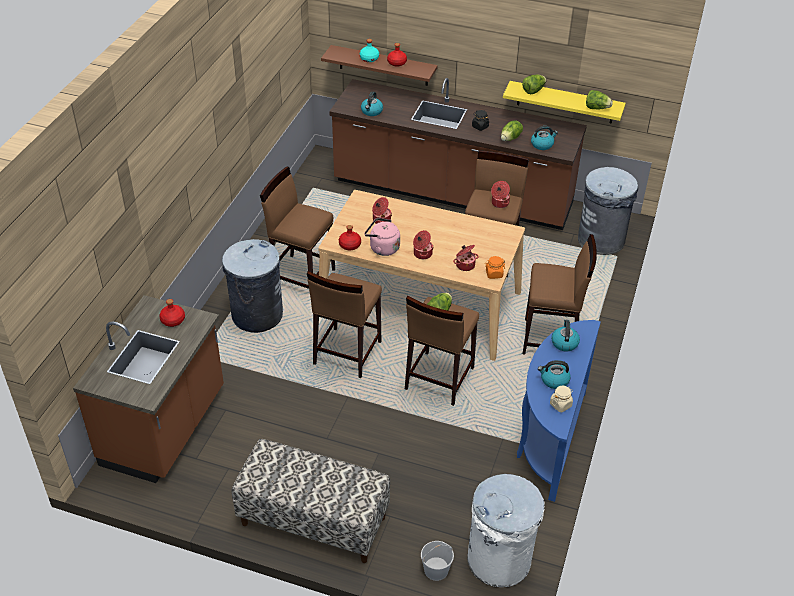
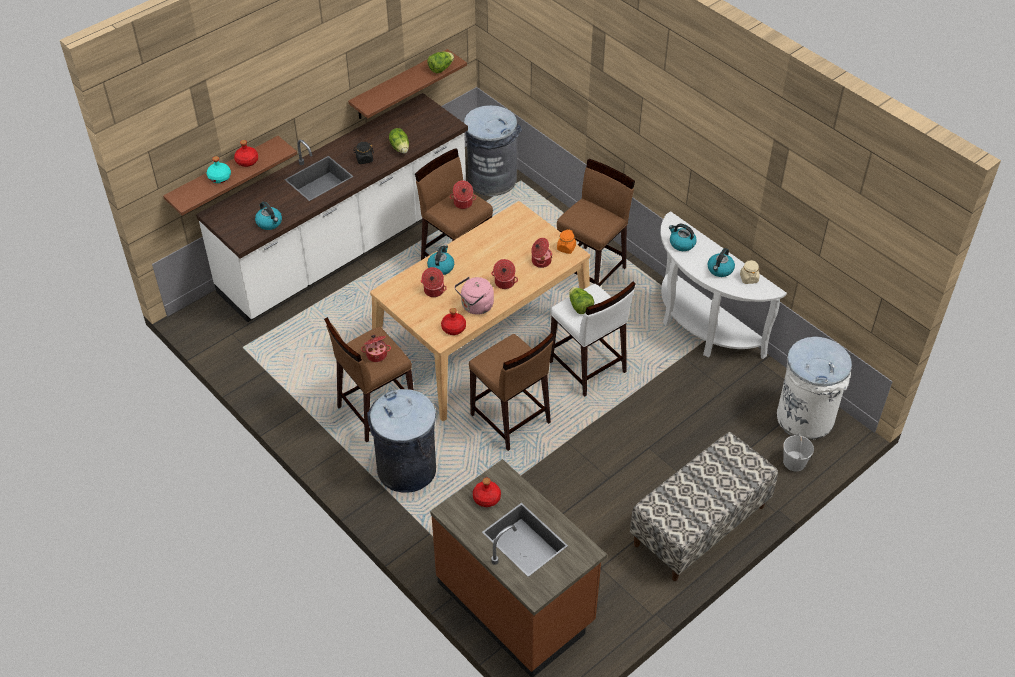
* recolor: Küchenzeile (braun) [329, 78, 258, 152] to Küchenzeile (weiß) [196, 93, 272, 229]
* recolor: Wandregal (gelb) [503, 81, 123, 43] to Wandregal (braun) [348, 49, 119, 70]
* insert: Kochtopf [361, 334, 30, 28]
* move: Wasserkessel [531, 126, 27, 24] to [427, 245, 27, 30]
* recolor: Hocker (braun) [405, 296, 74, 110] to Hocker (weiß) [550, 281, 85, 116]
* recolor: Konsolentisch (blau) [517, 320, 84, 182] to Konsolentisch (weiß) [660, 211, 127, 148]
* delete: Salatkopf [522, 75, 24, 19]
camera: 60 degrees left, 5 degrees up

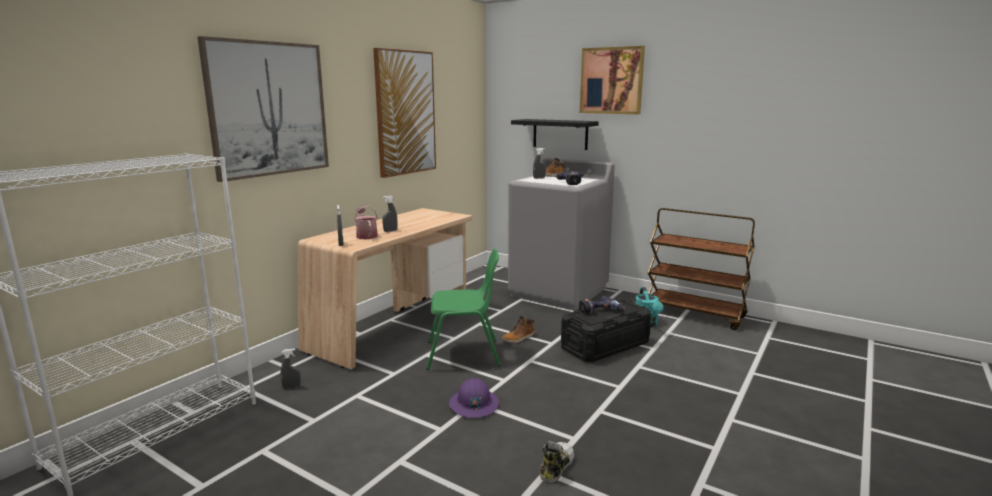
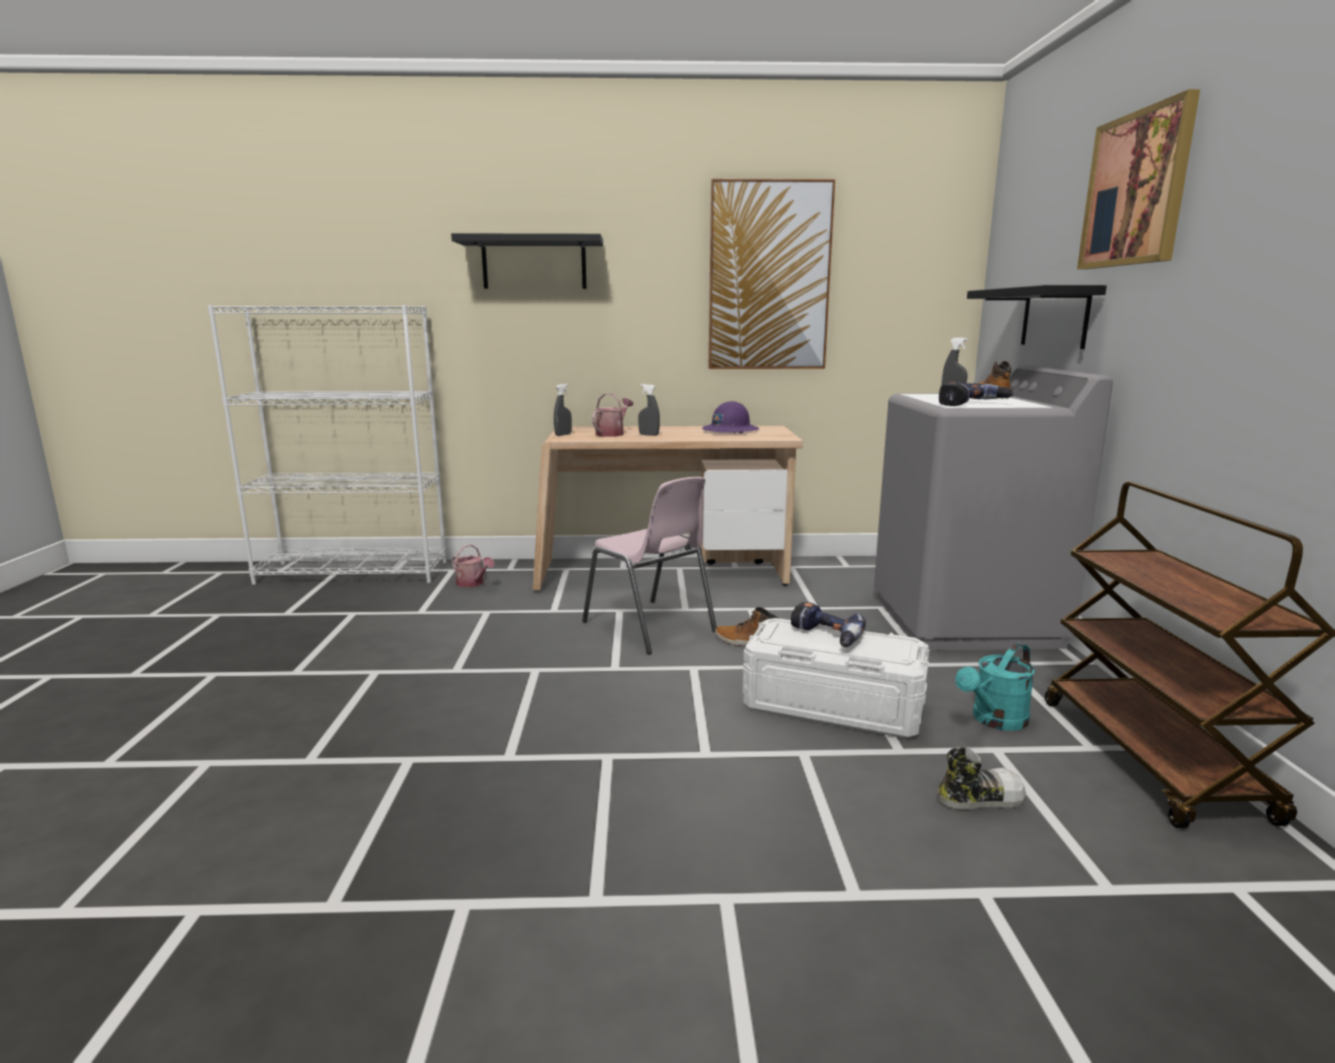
* replace: Bild [197, 36, 132, 146] to Wandregal (schwarz) [451, 233, 152, 56]
* replace: Sprühflasche (grau) [280, 349, 21, 40] to Gießkanne [452, 544, 42, 43]
* recolor: Stuhl (grün) [426, 249, 75, 121] to Stuhl (rosa) [582, 477, 135, 177]
* move: Schutzhelm (lila) [449, 378, 50, 40] to [702, 401, 57, 32]
* recolor: Aufbewahrungsbox (schwarz) [561, 299, 90, 63] to Aufbewahrungsbox (weiß) [743, 618, 186, 120]
* move: Schuh [539, 441, 35, 42] to [938, 747, 88, 63]
camera: 55 degrees right, 0 degrees up

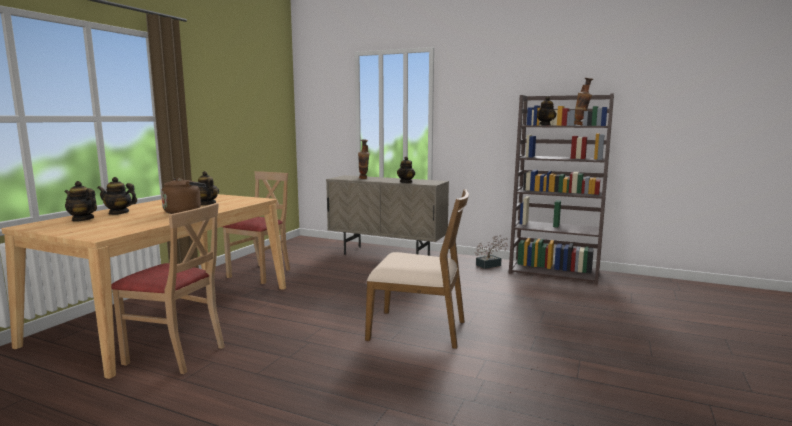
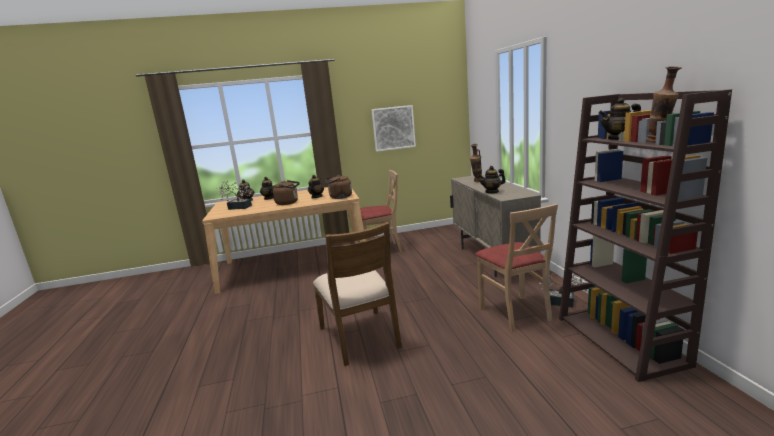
* insert: Topfpflanze [217, 181, 37, 29]
* insert: Wasserkessel (braun) [325, 175, 27, 24]
* insert: Bild [371, 105, 45, 47]
* move: Stuhl (beige) [111, 203, 114, 171] to [475, 204, 83, 128]
camera: 55 degrees right, 5 degrees up

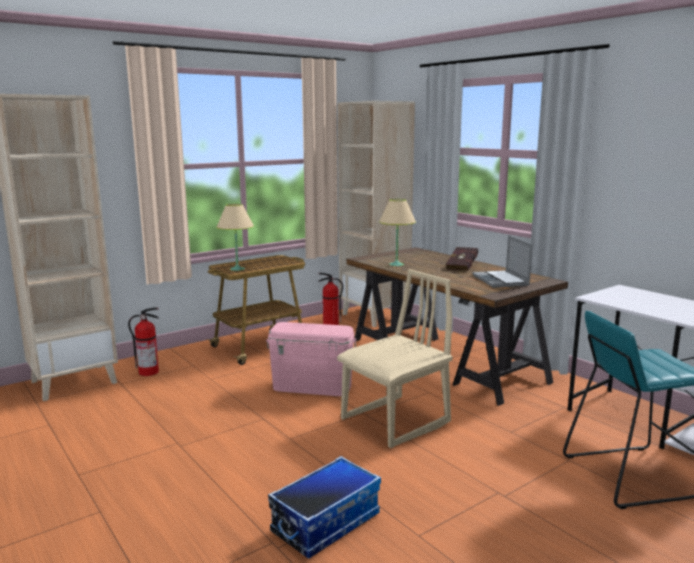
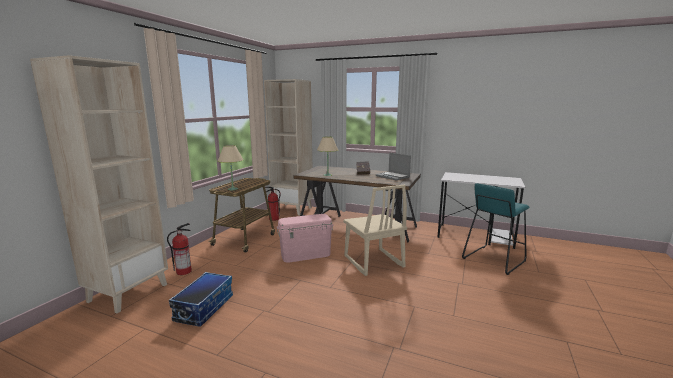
* move: Aufbewahrungsbox [268, 456, 113, 103] to [169, 272, 64, 55]
* rotate: Stuhl (beige) [337, 269, 116, 179] = [343, 185, 64, 91] 135 degrees clockwise
camera: 30 degrees left, 0 degrees up

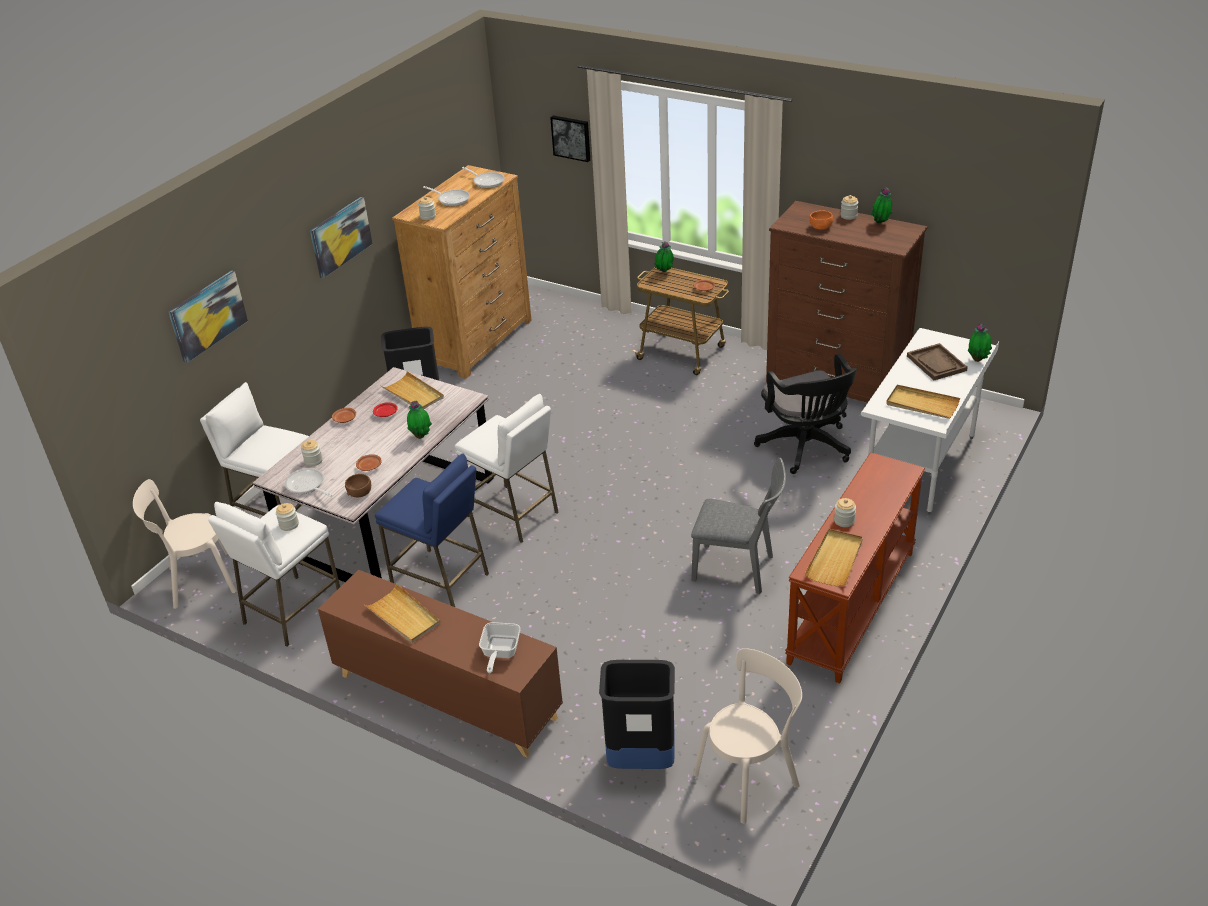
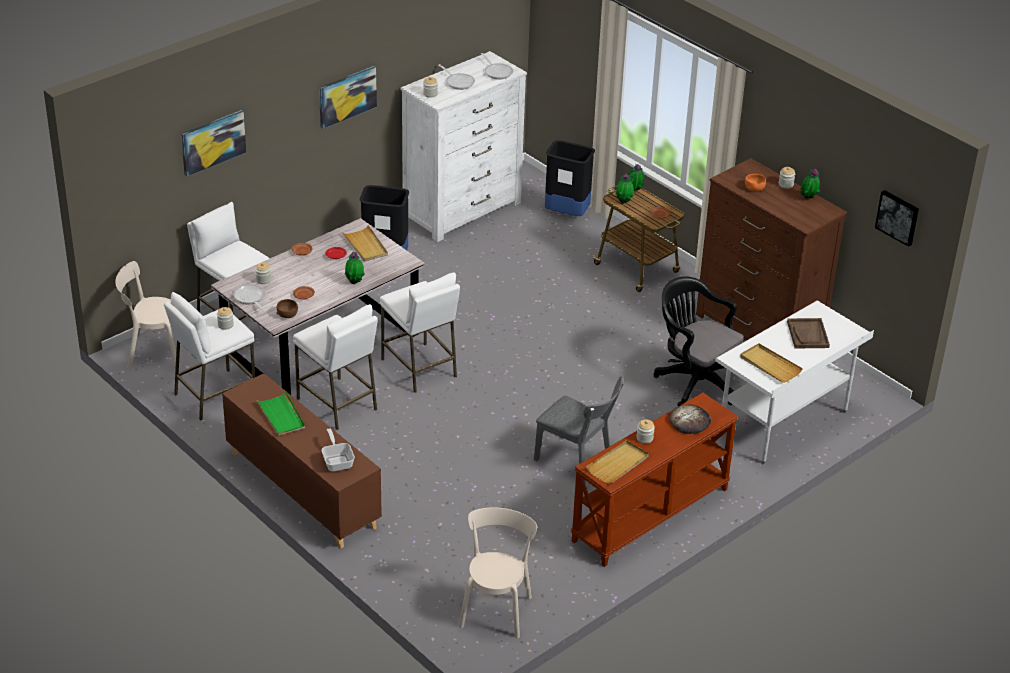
* recolor: Tablett (beige) [364, 583, 76, 60] to Tablett (grün) [255, 391, 50, 45]
* recolor: Hocker (blau) [375, 453, 114, 154] to Hocker (weiß) [293, 304, 85, 126]
* rotate: Pfanne [479, 622, 42, 51] = [321, 428, 34, 43] 135 degrees clockwise
* recolor: Kommode (braun) [392, 165, 140, 214] to Kommode (weiß) [401, 51, 126, 191]
* rotate: Stuhl (beige) [694, 648, 108, 176] = [459, 507, 78, 131] 60 degrees counterclockwise
* move: Mülleimer (schwarz) [599, 660, 76, 109] to [545, 140, 50, 76]
* move: Topfpflanze [968, 324, 24, 38] to [616, 173, 18, 31]
* rotate: Bürostuhl (schwarz) [754, 354, 103, 120] = [654, 276, 91, 130] 135 degrees clockwise
* insert: Brot [669, 405, 42, 29]
* move: Bild [550, 115, 40, 47] to [875, 190, 44, 57]
camera: 15 degrees right, 0 degrees up

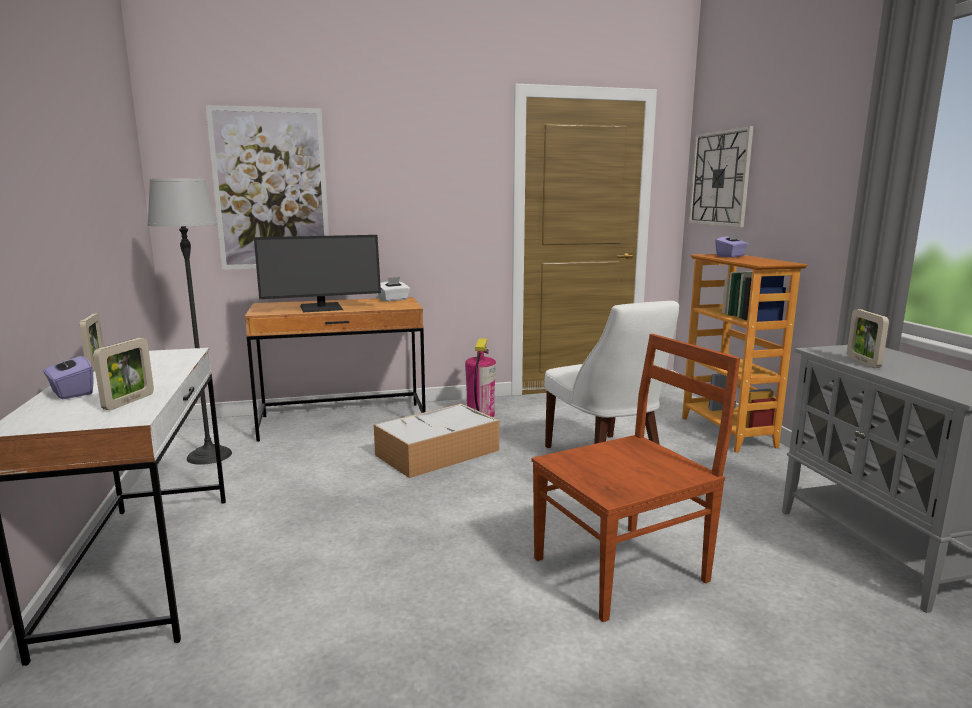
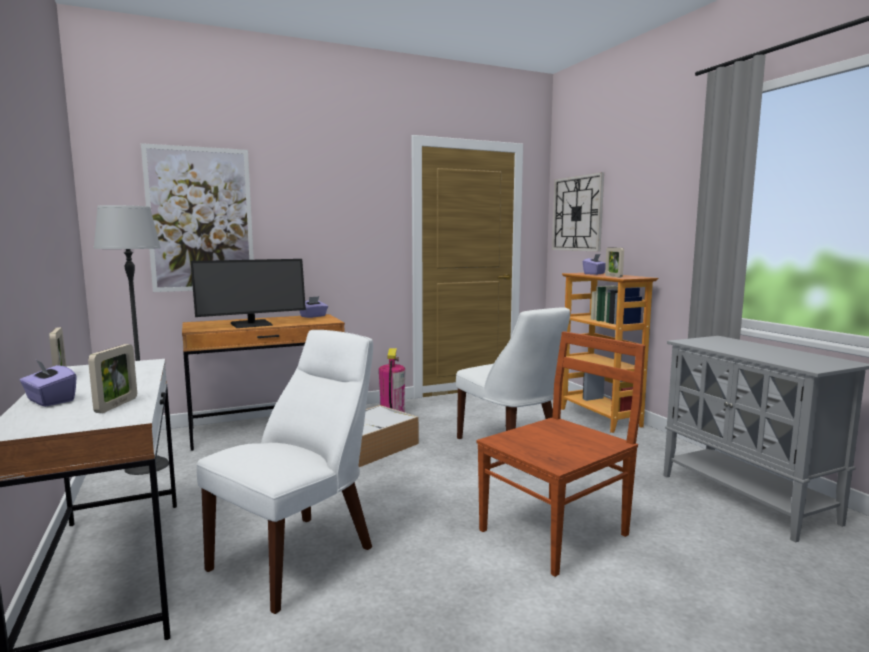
* insert: Stuhl (weiß) [197, 330, 176, 284]
* recolor: Taschentuchbox (weiß) [378, 277, 32, 24] to Taschentuchbox (lila) [299, 296, 29, 22]
* move: Bilderrahmen [847, 309, 42, 59] to [605, 247, 19, 30]
camera: 10 degrees left, 5 degrees down

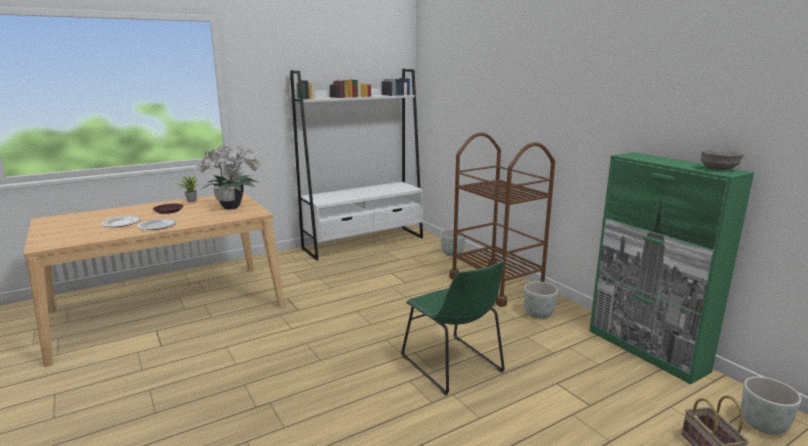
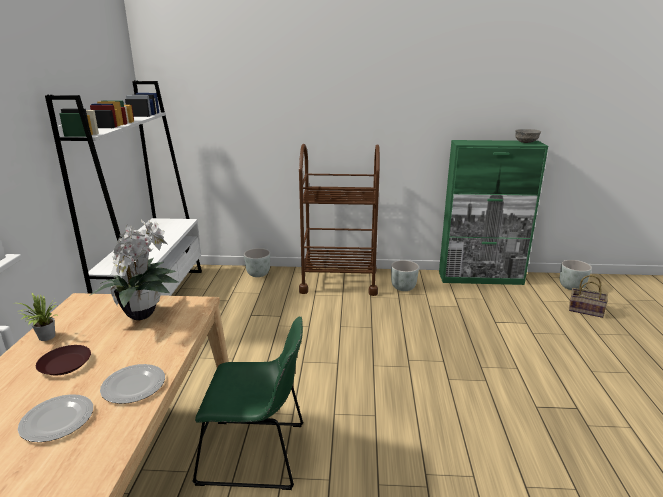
* move: Stuhl (grün) [401, 260, 104, 135] to [192, 316, 111, 174]
camera: 55 degrees left, 5 degrees up

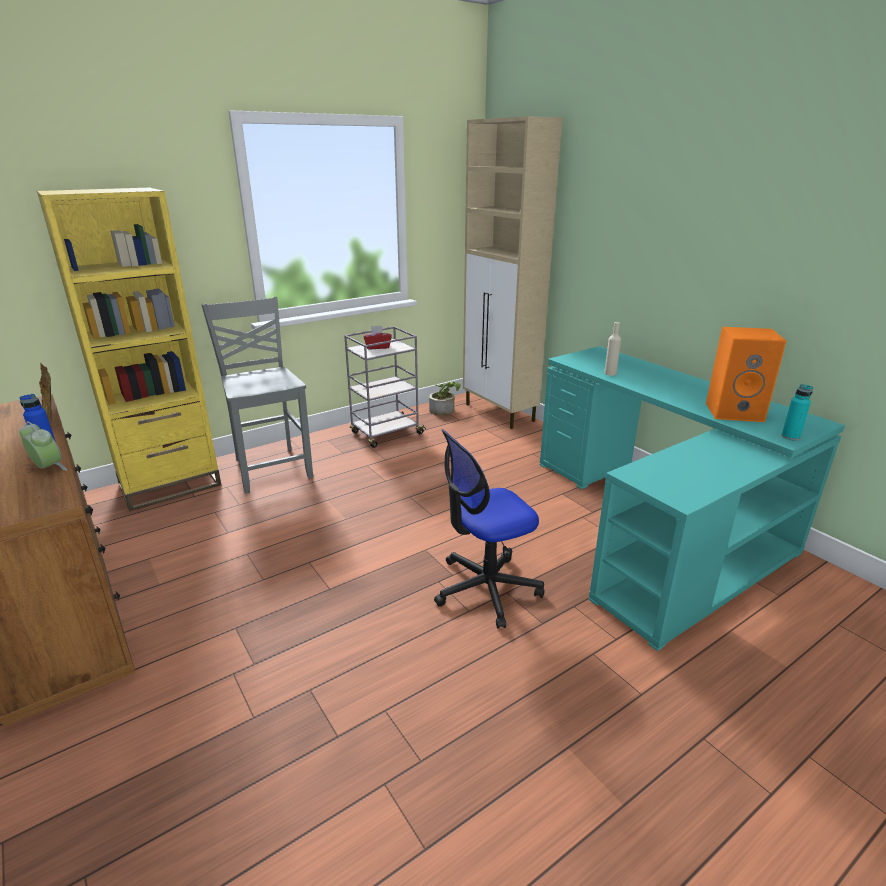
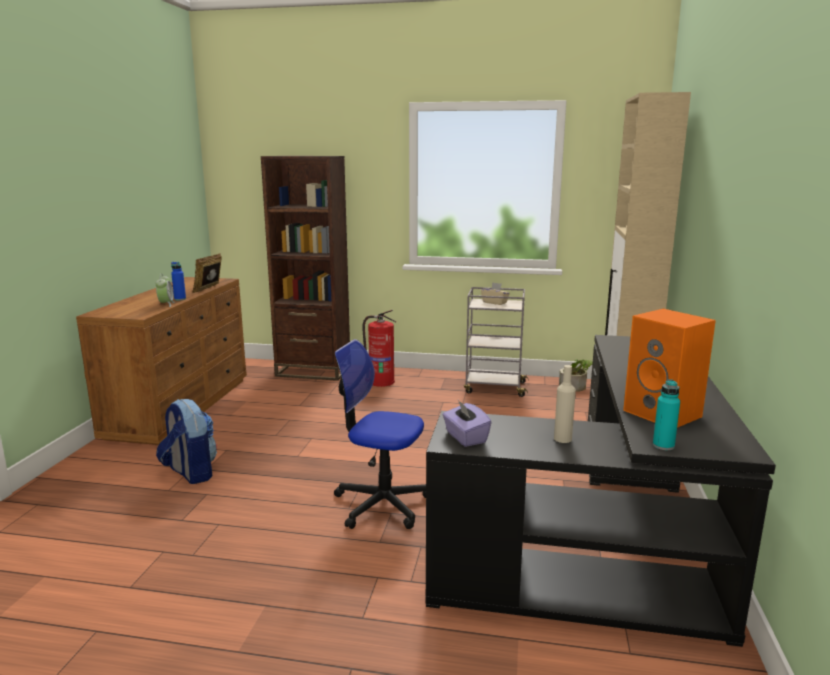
* insert: Rucksack [156, 399, 61, 85]
* recolor: Bücherregal (gelb) [37, 188, 184, 323] to Bücherregal (braun) [261, 156, 89, 225]
* replace: Stuhl (grau) [202, 297, 111, 197] to Feuerlöscher [362, 310, 34, 77]
* recolor: Schreibtisch (türkis) [540, 346, 305, 305] to Schreibtisch (schwarz) [425, 335, 351, 312]
* insert: Taschentuchbox (lila) [443, 400, 49, 47]
* recolor: Taschentuchbox (rot) [363, 325, 29, 24] to Taschentuchbox (beige) [481, 282, 29, 23]
* move: Flasche (beige) [604, 322, 17, 54] to [554, 365, 22, 78]
camera: 45 degrees right, 10 degrees down

